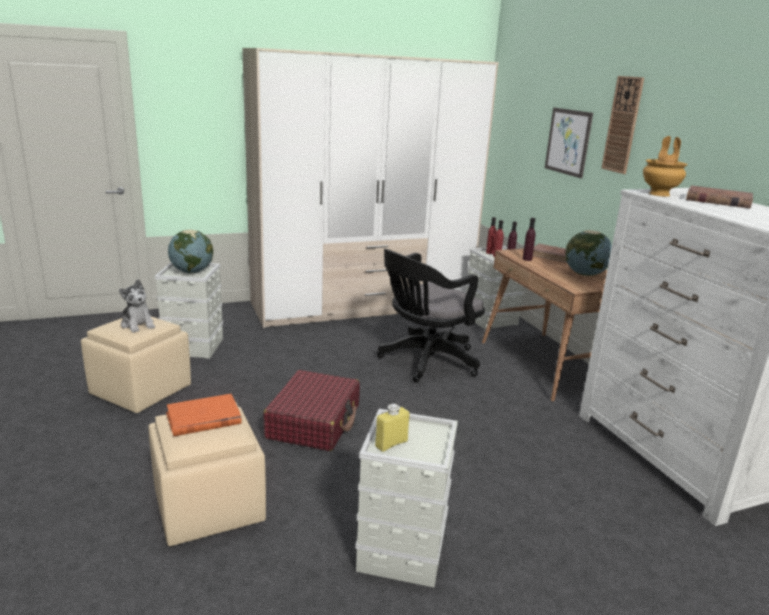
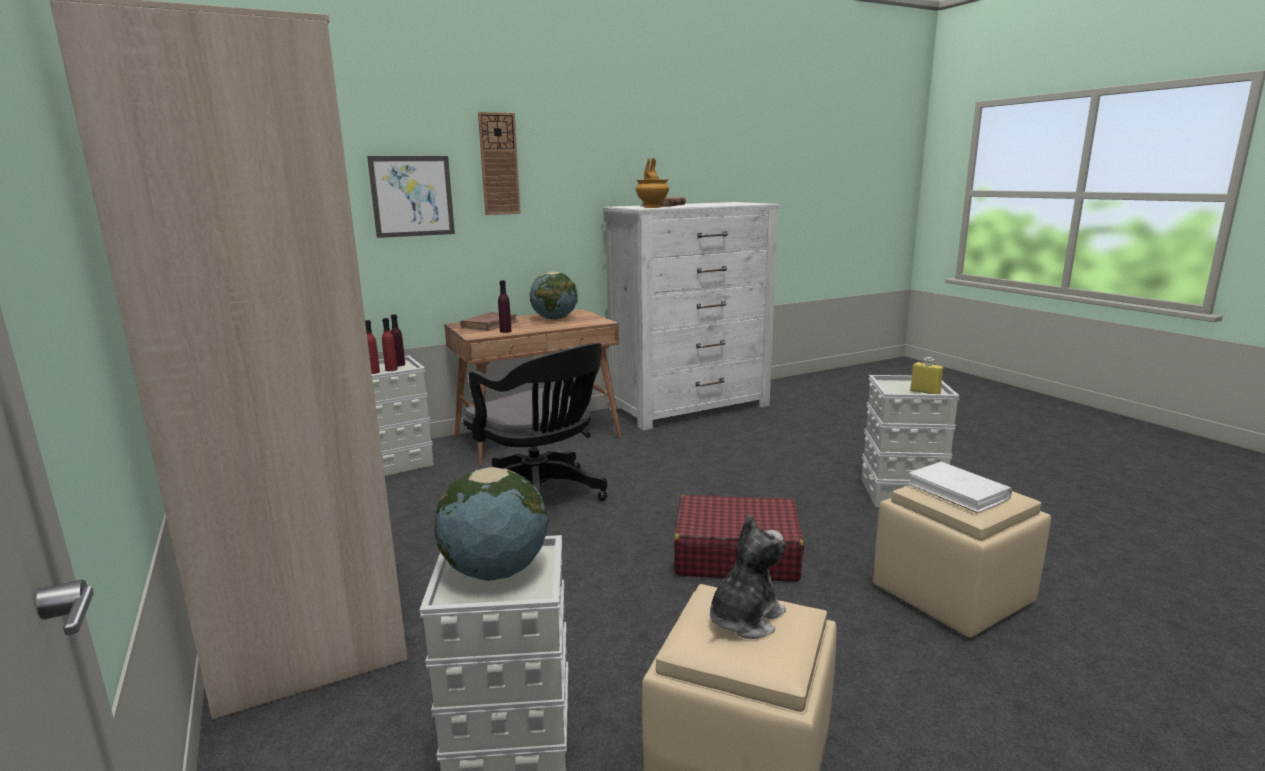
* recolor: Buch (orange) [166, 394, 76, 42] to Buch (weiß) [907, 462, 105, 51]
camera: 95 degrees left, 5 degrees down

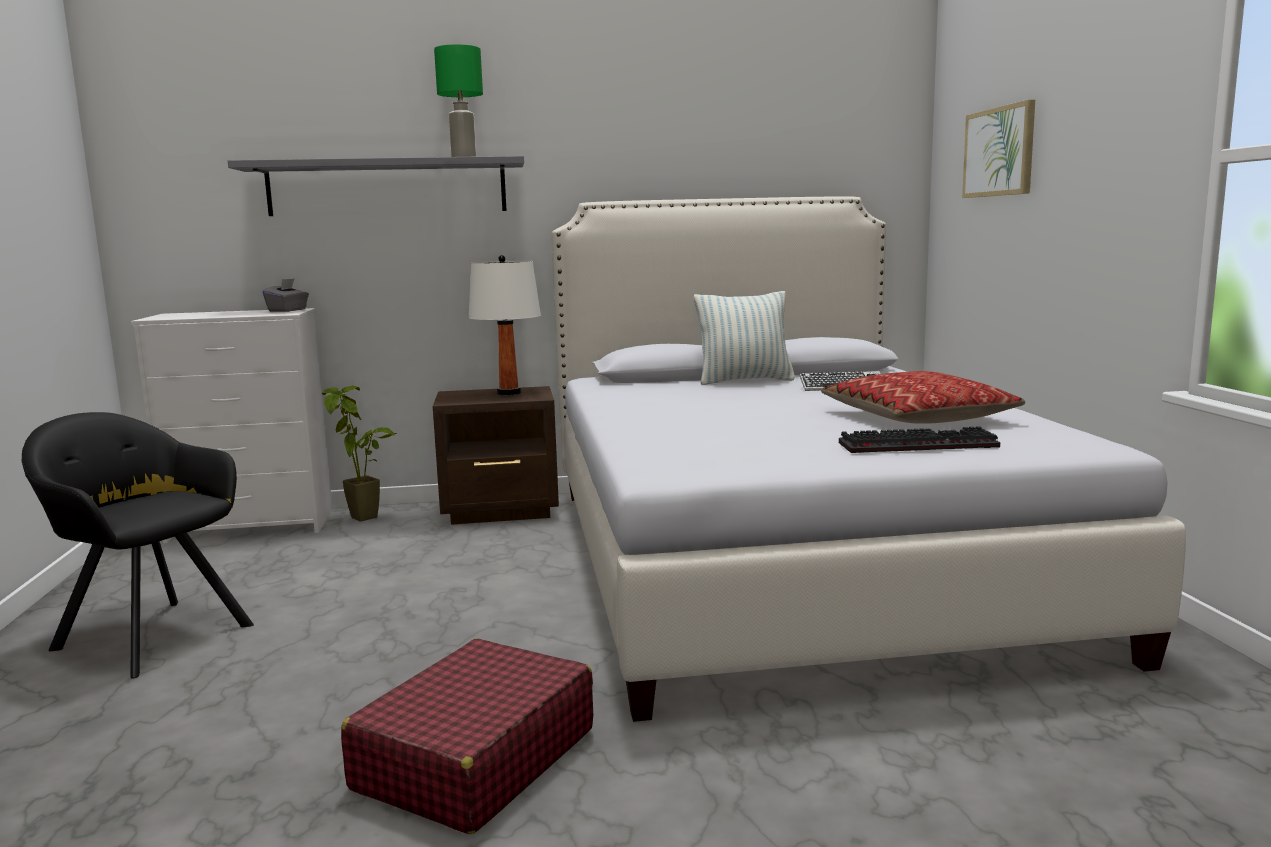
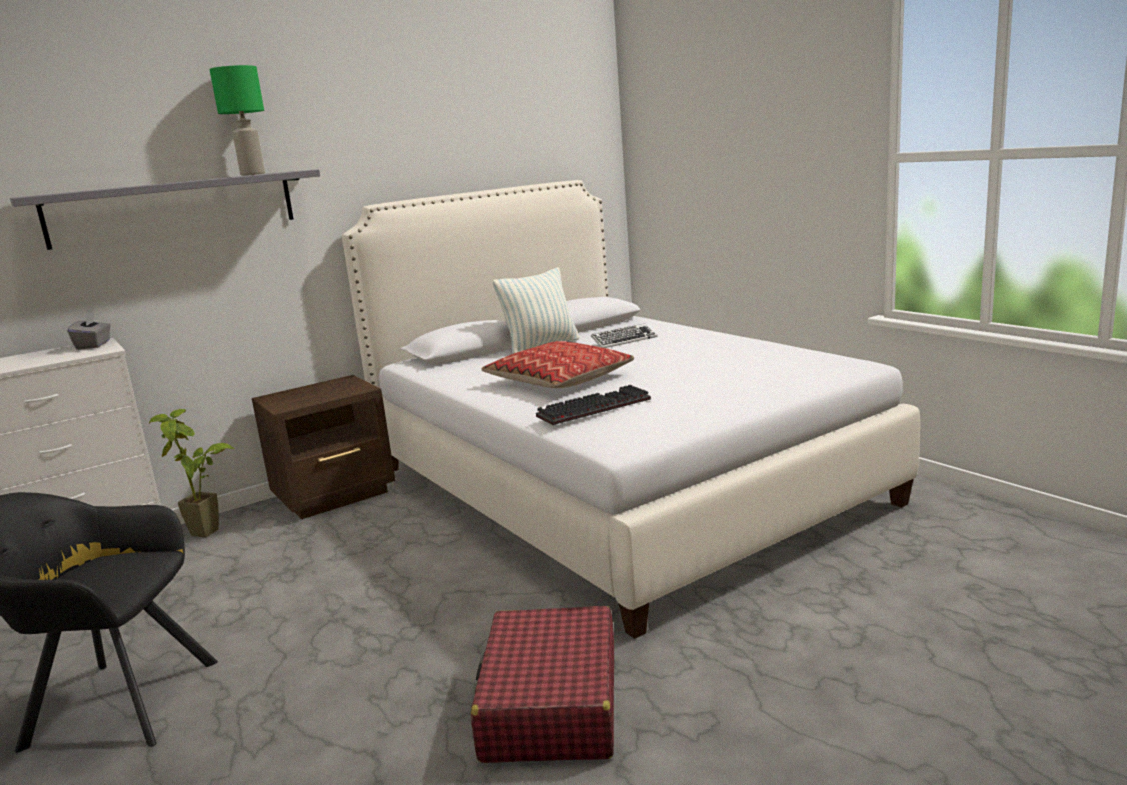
* move: Kissen [821, 371, 204, 53] to [481, 341, 153, 47]
* move: Tastatur [839, 426, 161, 27] to [536, 385, 115, 40]
* delete: Tischlampe (weiß) [468, 255, 73, 140]
* delete: Bild [962, 100, 73, 98]
camera: 25 degrees left, 5 degrees up

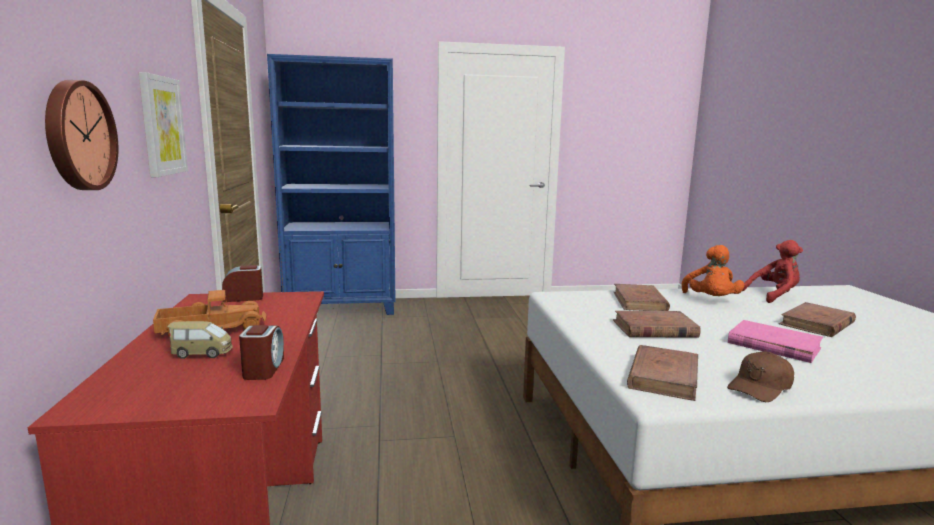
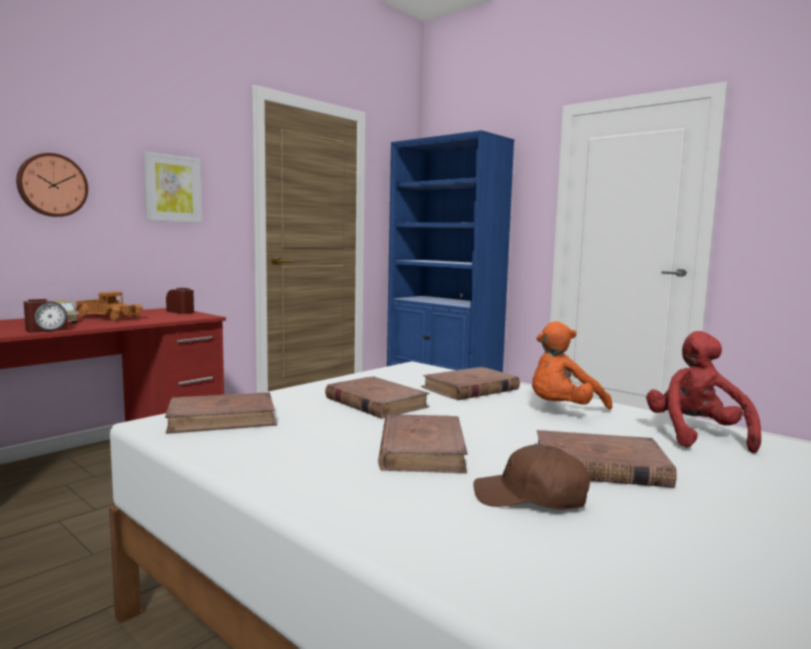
* recolor: Buch (rosa) [728, 320, 95, 43] to Buch (braun) [378, 414, 90, 59]
* move: Kappe (braun) [727, 352, 67, 50] to [473, 444, 117, 66]
* rotate: Plüschtier (rot) [743, 240, 60, 63] = [646, 331, 115, 122] 120 degrees counterclockwise
camera: 50 degrees right, 5 degrees down

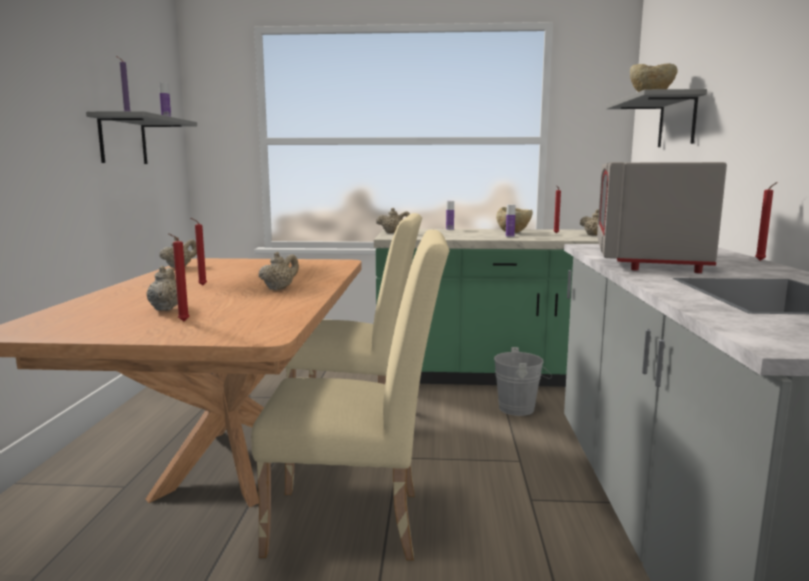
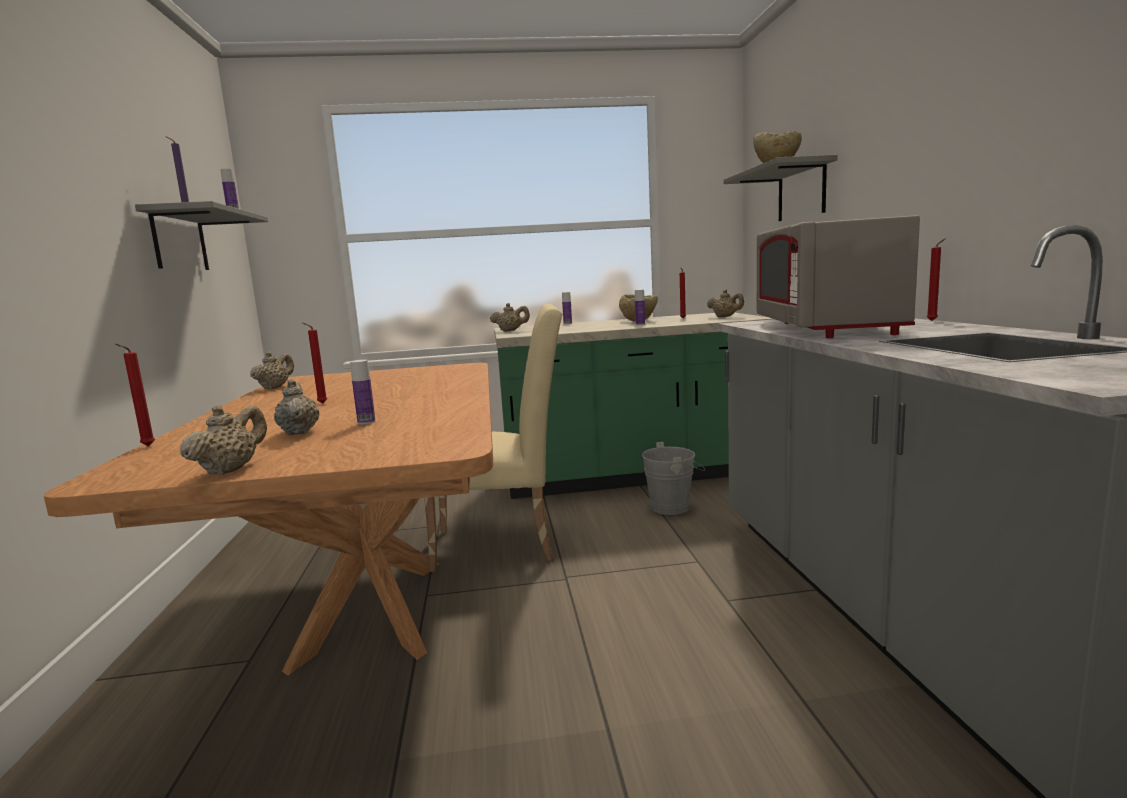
* move: Kerze (rot) [168, 233, 22, 88] to [115, 344, 40, 102]
* move: Teekanne (beige) [259, 252, 40, 38] to [180, 405, 87, 70]
* insert: Flasche [350, 360, 26, 65]
* delete: Stuhl (beige) [251, 230, 199, 330]
camera: 10 degrees left, 0 degrees up

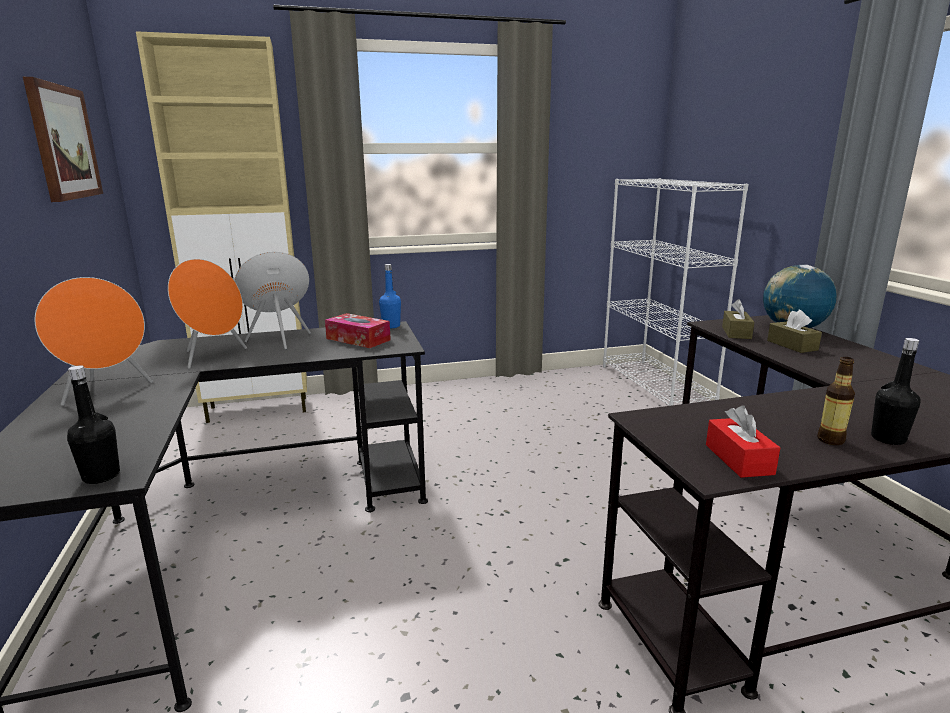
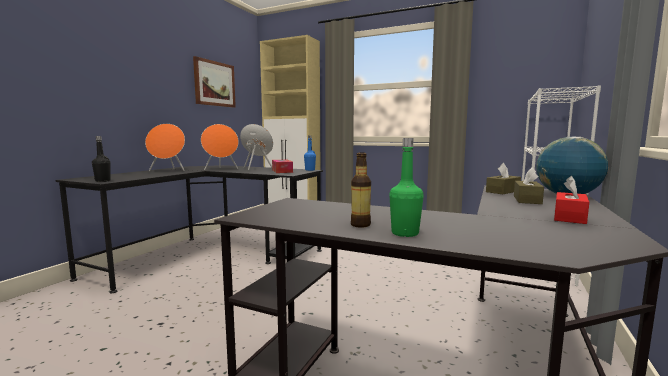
* recolor: Flasche (schwarz) [871, 338, 50, 107] to Flasche (grün) [389, 138, 35, 99]
* move: Taschentuchbox (rot) [706, 405, 74, 73] to [554, 176, 35, 48]
camera: 40 degrees right, 10 degrees down

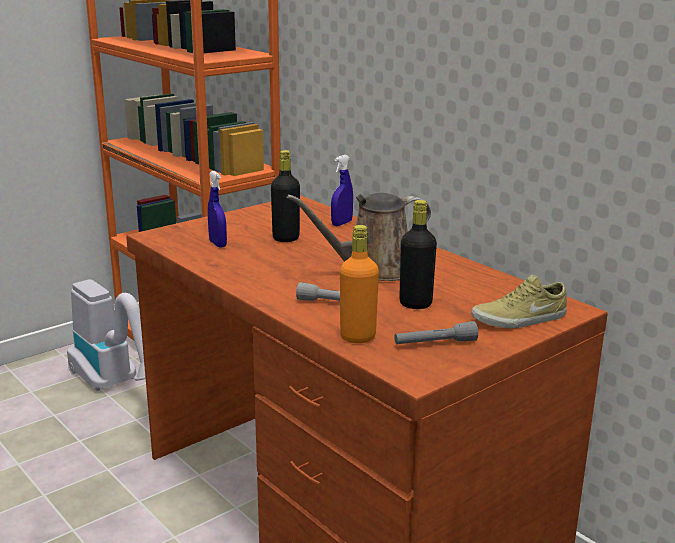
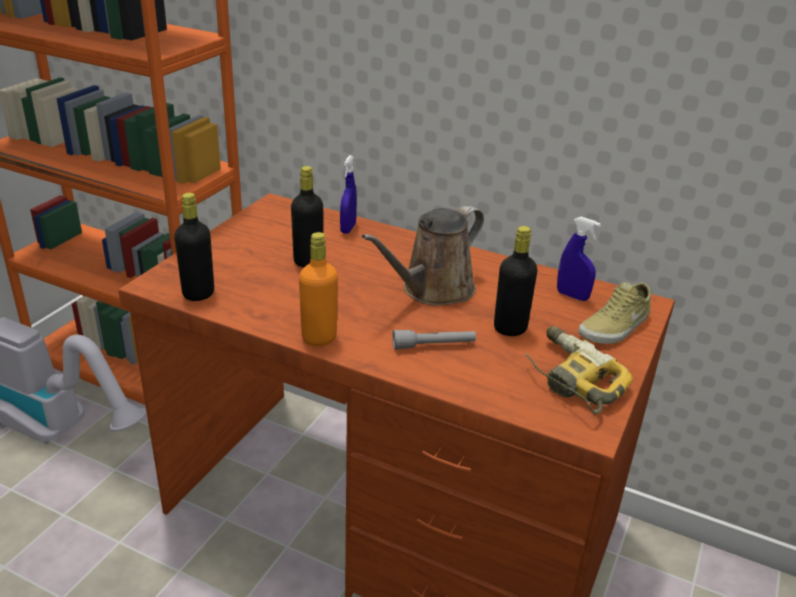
* insert: Flasche (schwarz) [174, 193, 40, 108]
* move: Flasche (orange) [340, 225, 39, 118] to [299, 232, 39, 114]
* replace: Taschenlampe (grau) [394, 321, 84, 23] to Bohrmaschine [525, 326, 108, 88]
* move: Sprühflasche (blau) [208, 171, 19, 77] to [557, 217, 44, 84]
camera: 25 degrees left, 10 degrees up

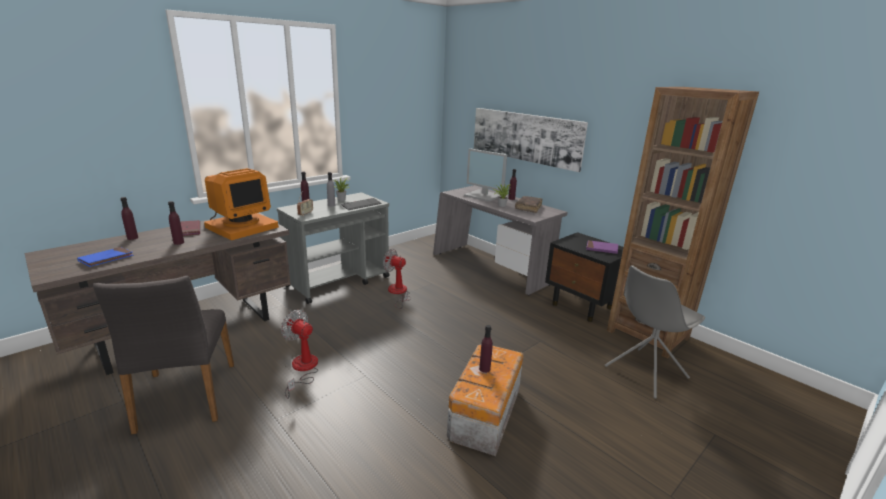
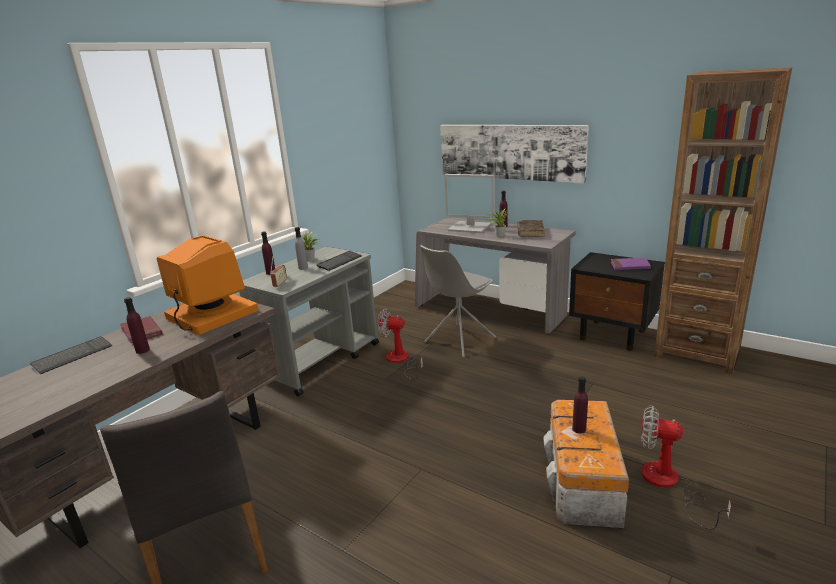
* replace: Flasche (lila) [120, 197, 18, 43] to Tastatur [30, 336, 82, 38]
* rotate: Monitor [204, 168, 75, 72] = [157, 235, 101, 100] 75 degrees counterclockwise
* move: Stuhl (grau) [604, 265, 101, 133] to [420, 245, 76, 112]
* move: Ventilator [281, 310, 37, 89] to [641, 405, 90, 124]
* delete: Buch (blau) [77, 247, 57, 20]
camera: 10 degrees left, 0 degrees up

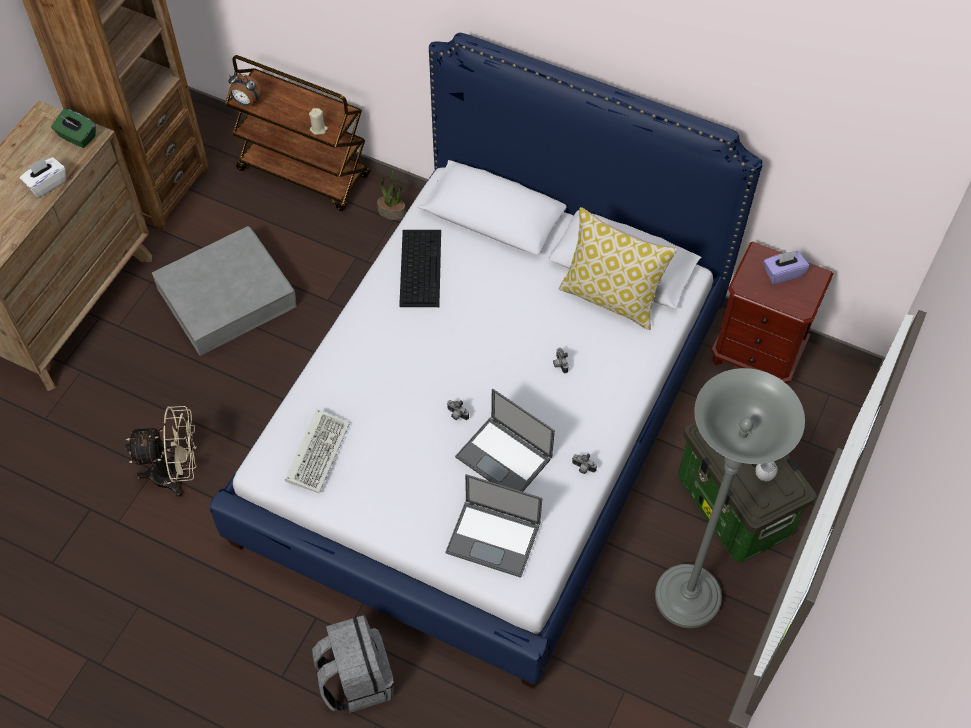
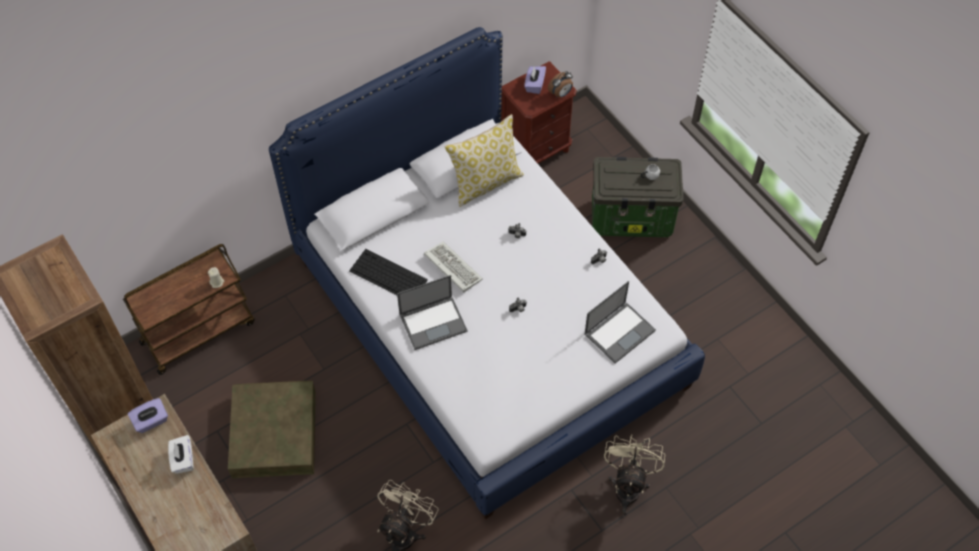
* recolor: Taschentuchbox (grün) [51, 109, 45, 39] to Taschentuchbox (lila) [128, 398, 40, 35]
* recolor: Aufbewahrungsbox (grau) [152, 226, 145, 130] to Aufbewahrungsbox (braun) [228, 381, 88, 98]
* move: Laptop [455, 388, 100, 104] to [397, 275, 71, 75]
* move: Tastatur [285, 409, 65, 84] to [424, 242, 59, 50]
* move: Wecker [228, 72, 35, 34] to [548, 71, 25, 27]
* replace: Rucksack (grau) [312, 615, 82, 98] to Ventilator (beige) [604, 434, 61, 81]
* delete: Topfpflanze [377, 170, 29, 50]
* delete: Stehlampe (grau) [655, 368, 150, 260]
camera: 60 degrees left, 0 degrees up

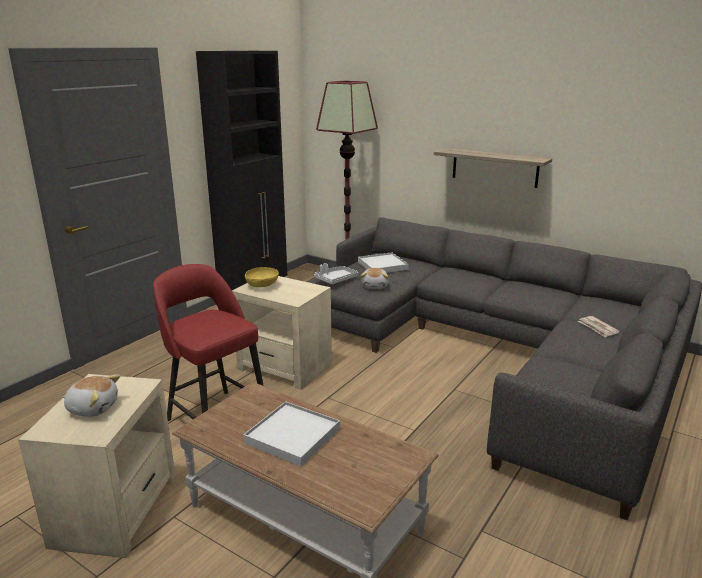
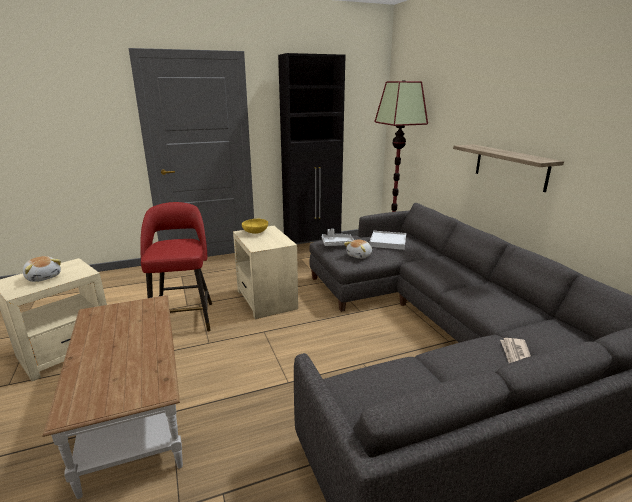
* delete: Tablett (weiß) [244, 401, 96, 66]
camera: 35 degrees right, 0 degrees up

